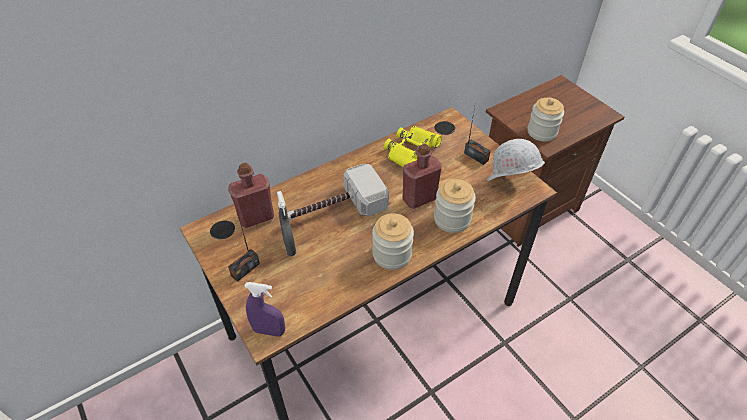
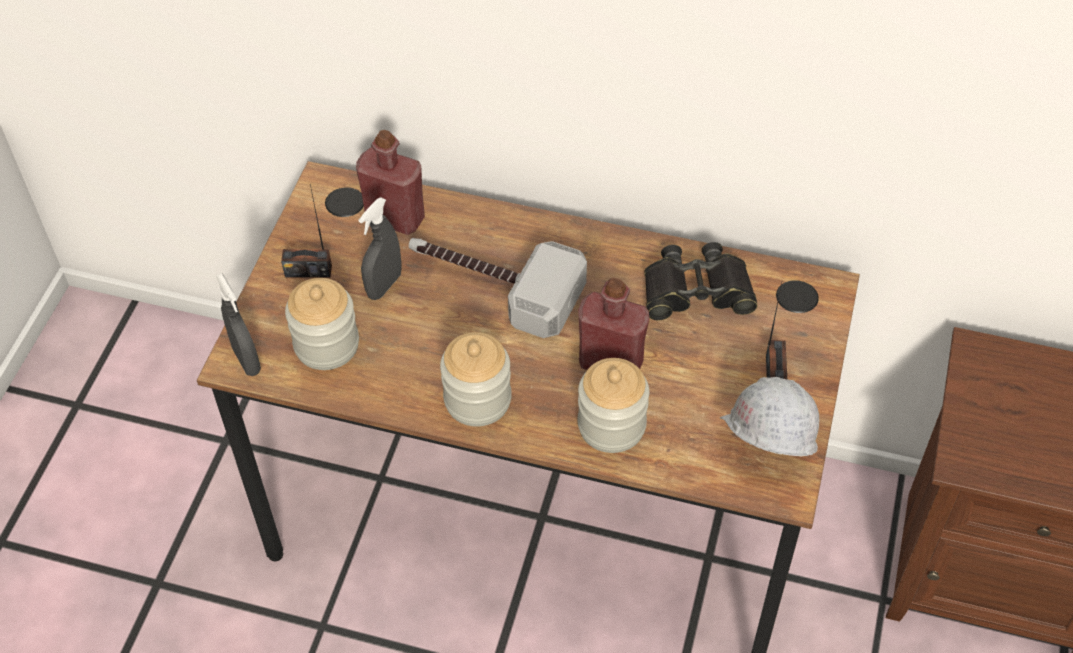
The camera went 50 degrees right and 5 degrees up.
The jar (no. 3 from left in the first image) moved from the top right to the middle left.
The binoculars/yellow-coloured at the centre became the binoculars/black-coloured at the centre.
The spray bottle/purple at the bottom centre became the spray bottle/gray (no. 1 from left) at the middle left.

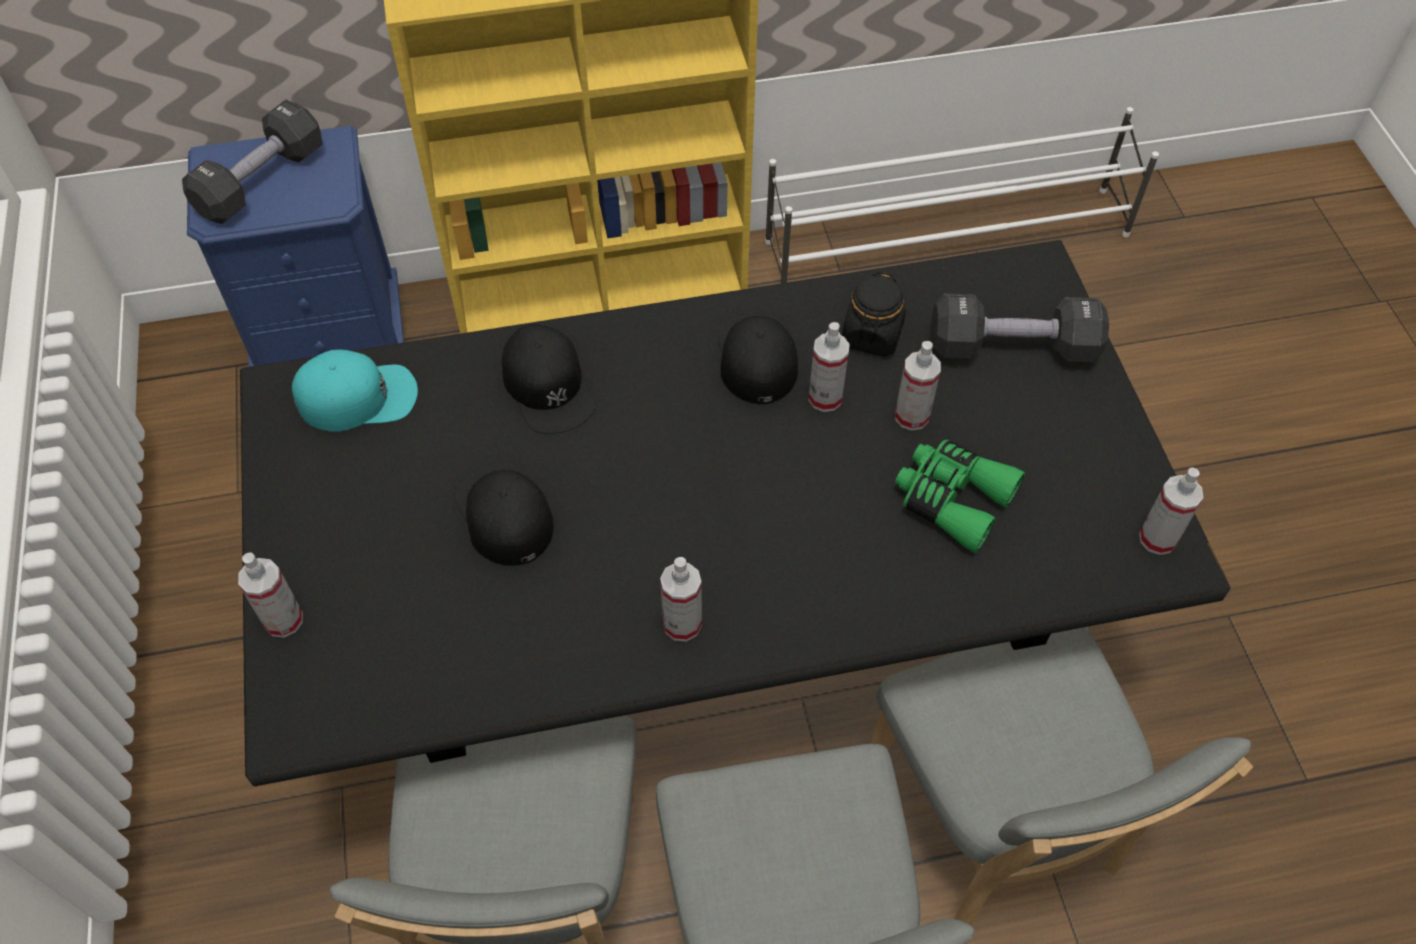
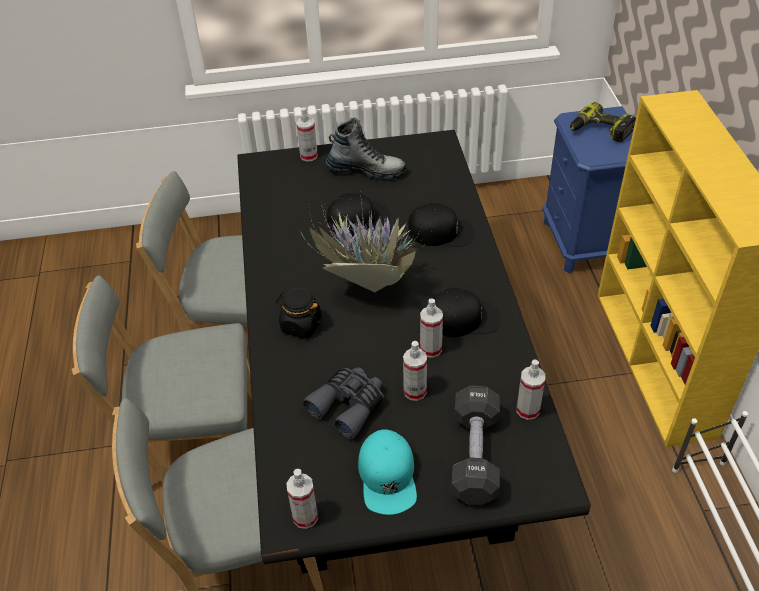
The camera went 95 degrees right and 10 degrees down.
The hand weight/black-coloured (no. 1 from left) at the top left was replaced by the electric drill at the top right.
The jar/black-coloured moved from the top centre to the centre.
The cap/black-coloured (no. 2 from left) at the centre turned 150 degrees counterclockwise.
The cap/turquoise-coloured moved from the middle left to the bottom centre.
The binoculars/green at the middle right became the binoculars/gray at the bottom centre.
The spray bottle (no. 2 from left in the first image) moved from the centre to the middle right.
The tall boot at the top centre appeared.
The potted plant at the centre appeared.

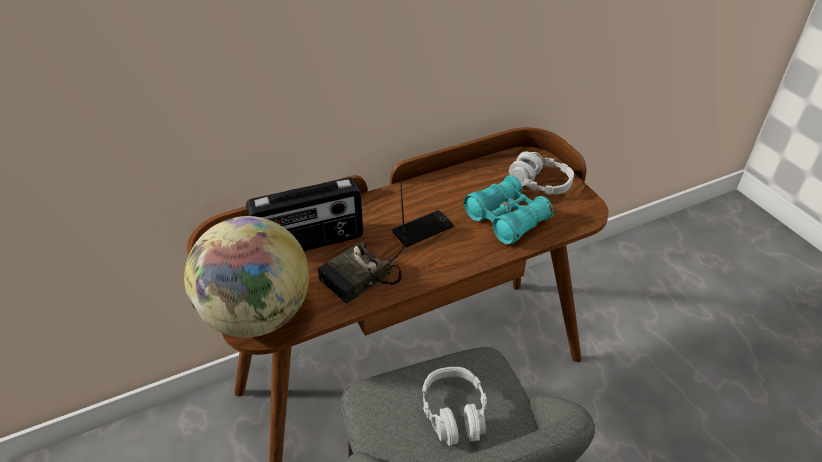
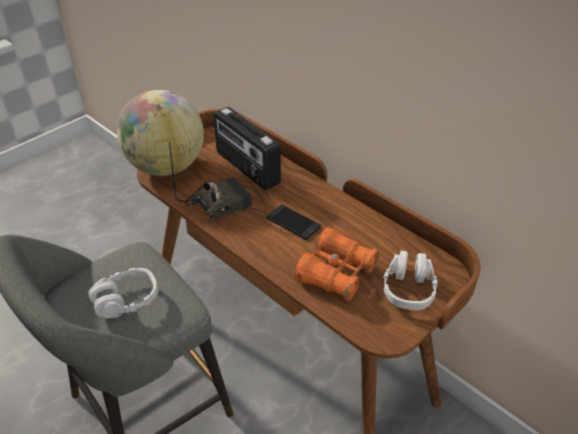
The camera went 70 degrees right and 0 degrees up.
The binoculars/turquoise-coloured at the centre became the binoculars/orangey at the centre.
The radio (no. 2 from left in the first image) at the centre turned 120 degrees clockwise.

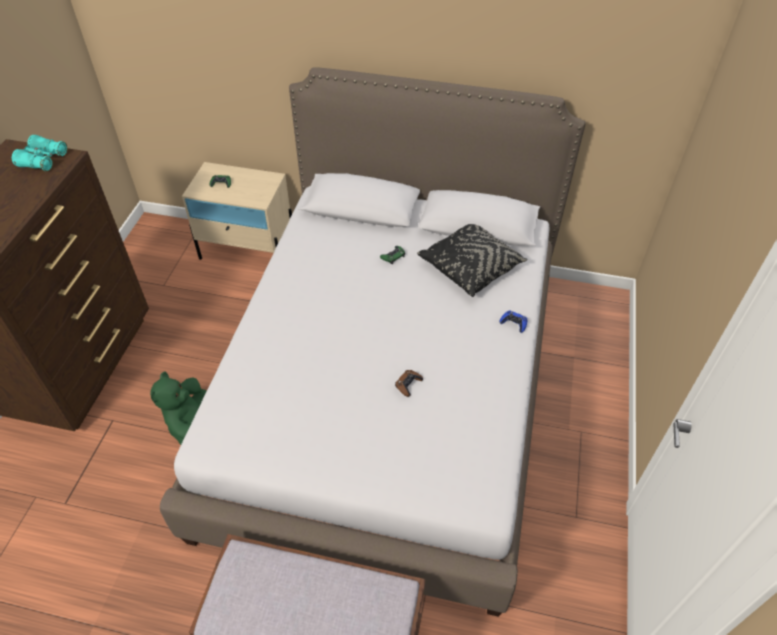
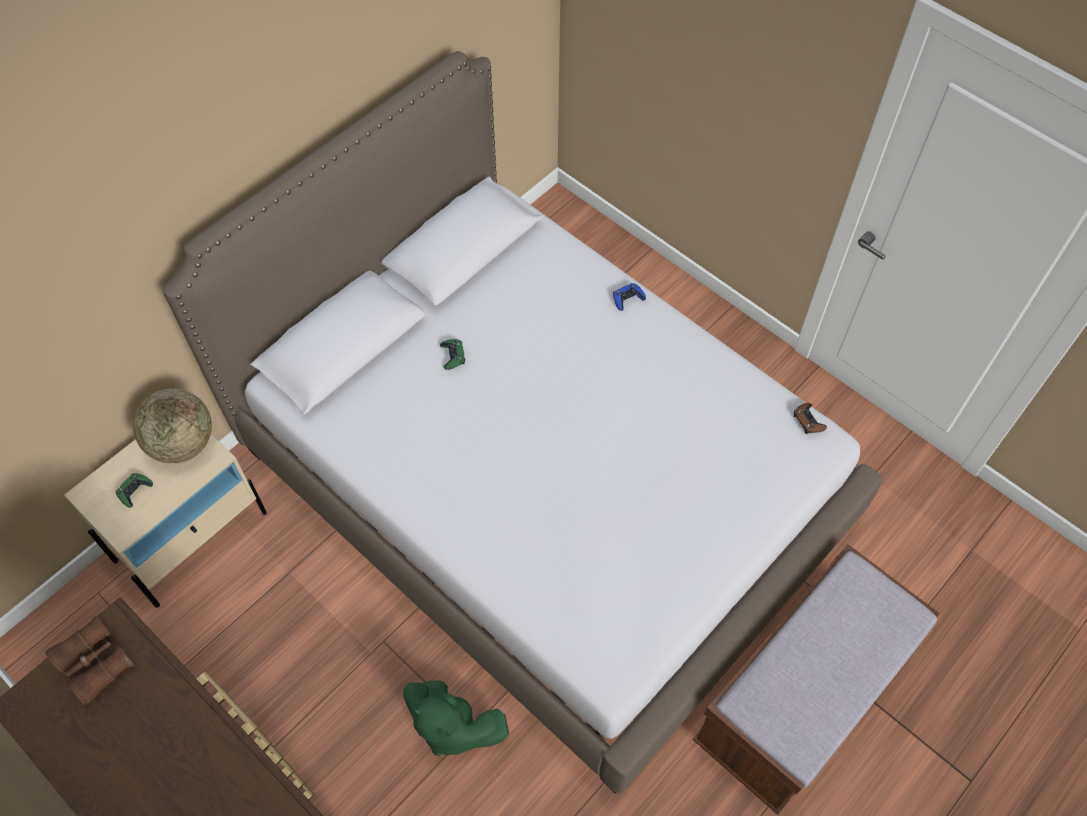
The camera went 60 degrees left and 10 degrees up.
The binoculars/turquoise-coloured at the top left became the binoculars/brown-coloured at the bottom left.
The pillow/black-coloured at the centre disappeared.
The game controller/brown-coloured moved from the centre to the middle right.
The desk globe at the middle left appeared.

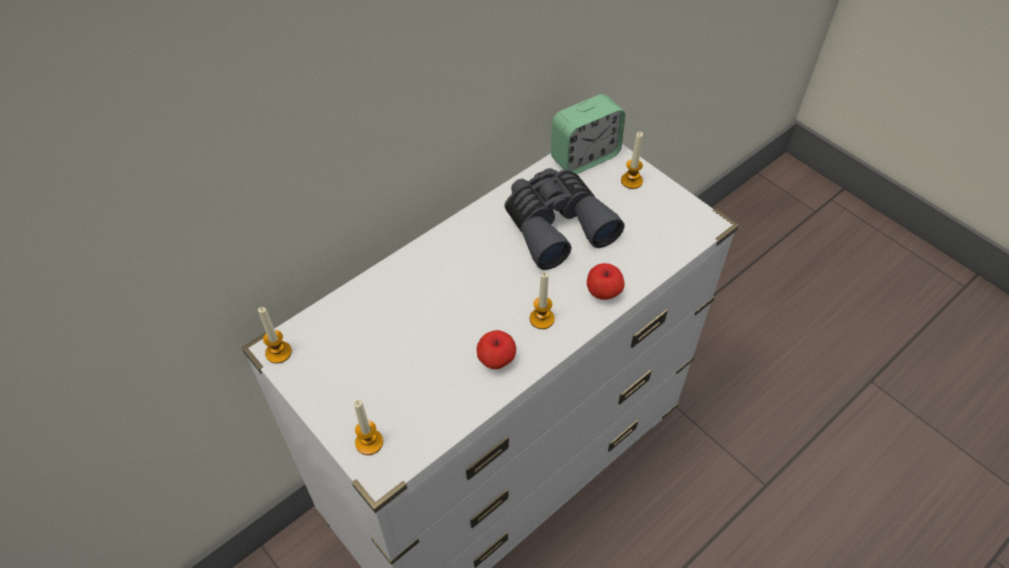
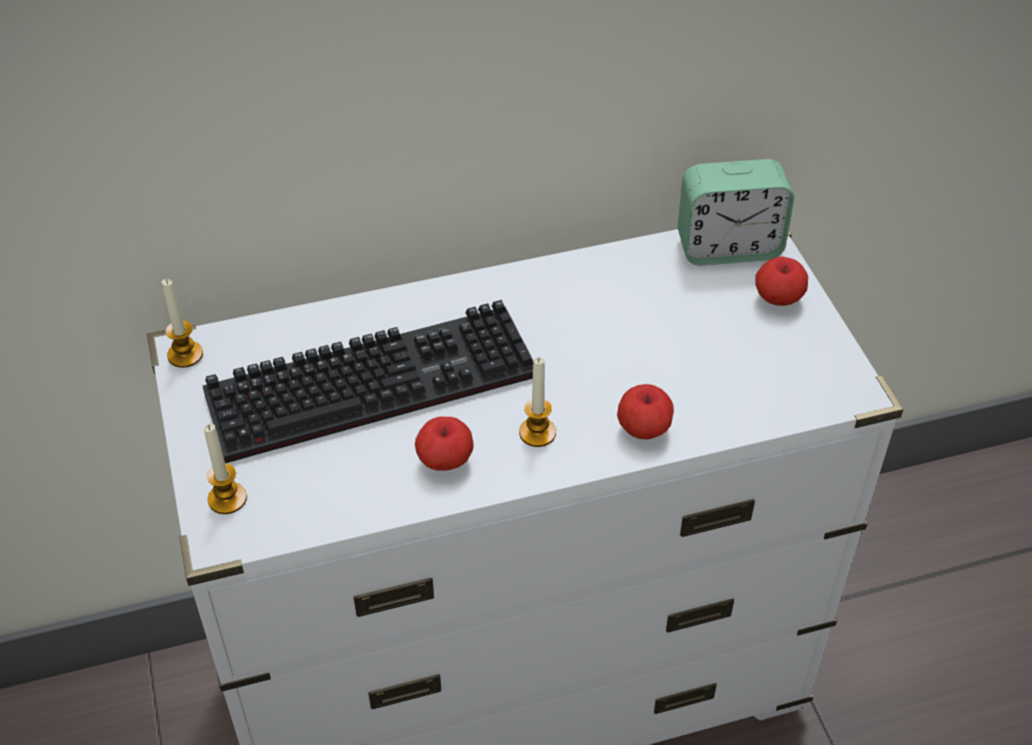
The camera went 25 degrees right and 5 degrees down.
The wax candle (no. 4 from left) at the top centre was replaced by the whole apple (no. 3 from left) at the middle right.
The binoculars/gray at the centre disappeared.
The PC keyboard at the centre appeared.

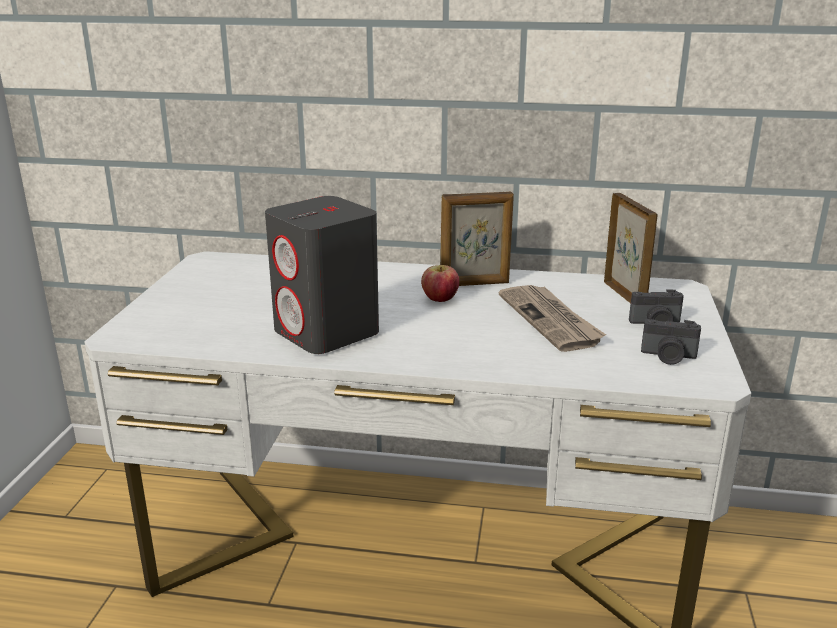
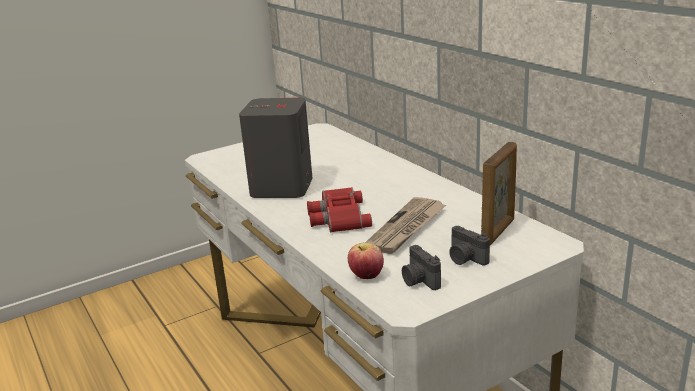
The camera went 50 degrees right and 0 degrees up.
The picture frame (no. 1 from left) at the centre disappeared.
The whole apple moved from the centre to the bottom centre.
The binoculars/red-coloured at the centre appeared.

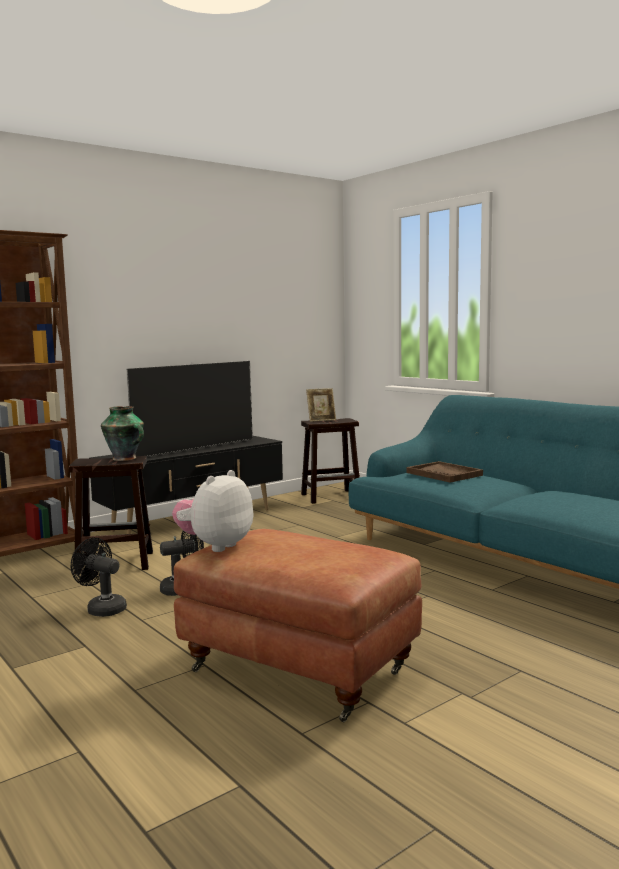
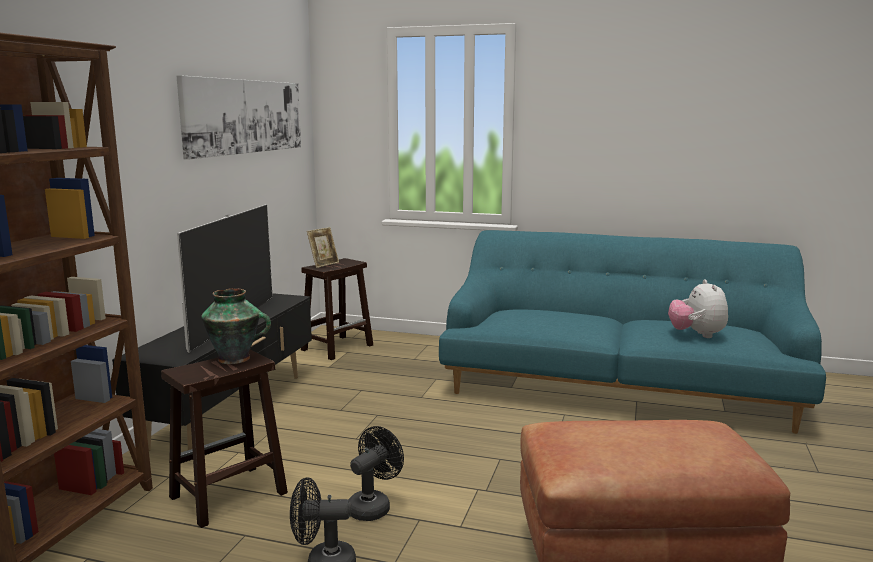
The camera went 35 degrees left and 5 degrees up.
The carrying tray/brown-coloured at the middle right disappeared.
The soft toy moved from the centre to the middle right.
The picture at the top left appeared.

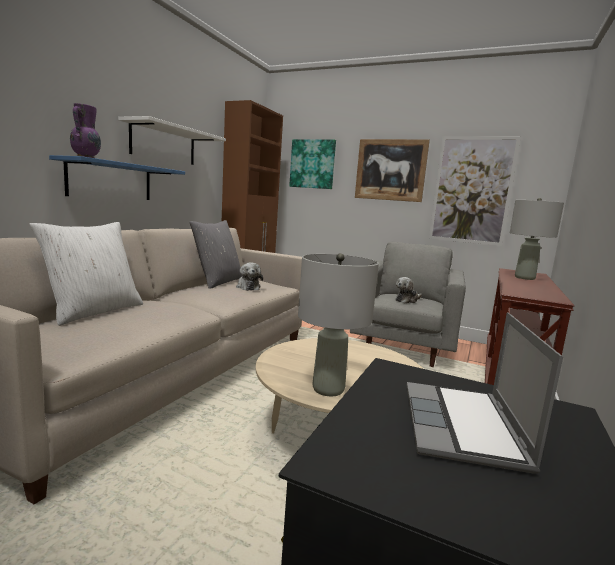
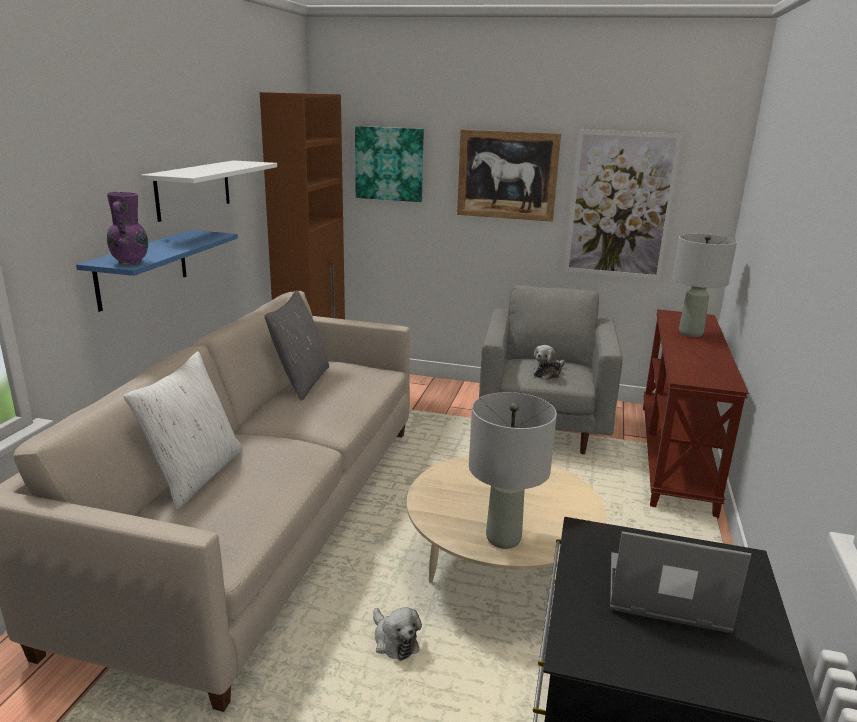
The camera went 10 degrees left and 10 degrees up.
The soft toy (no. 1 from left) moved from the centre to the bottom centre.
The portable computer at the bottom right turned 105 degrees clockwise.

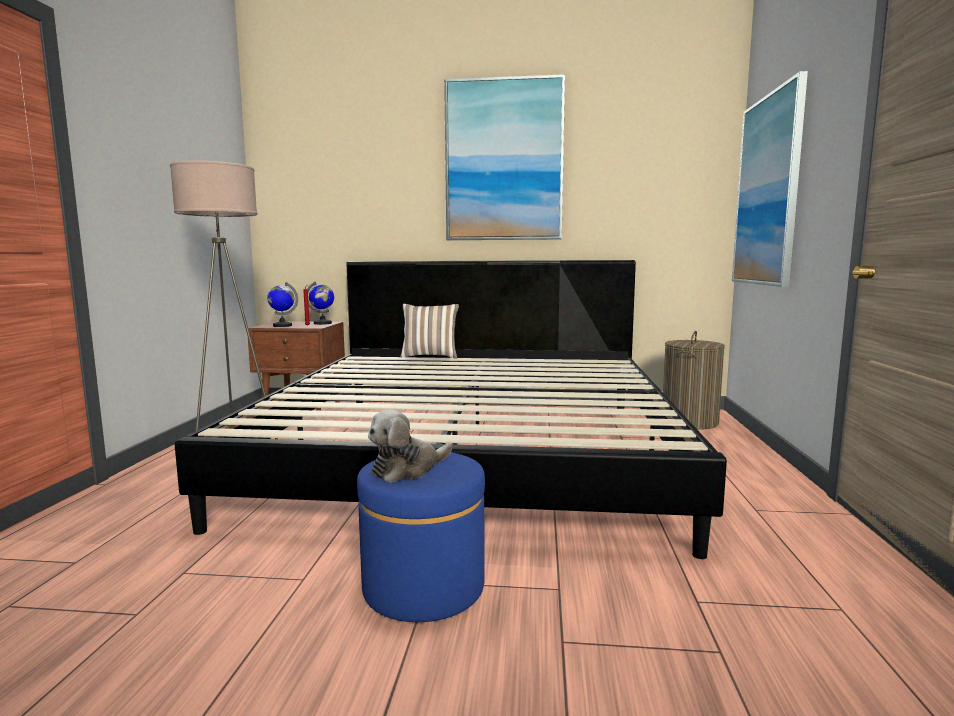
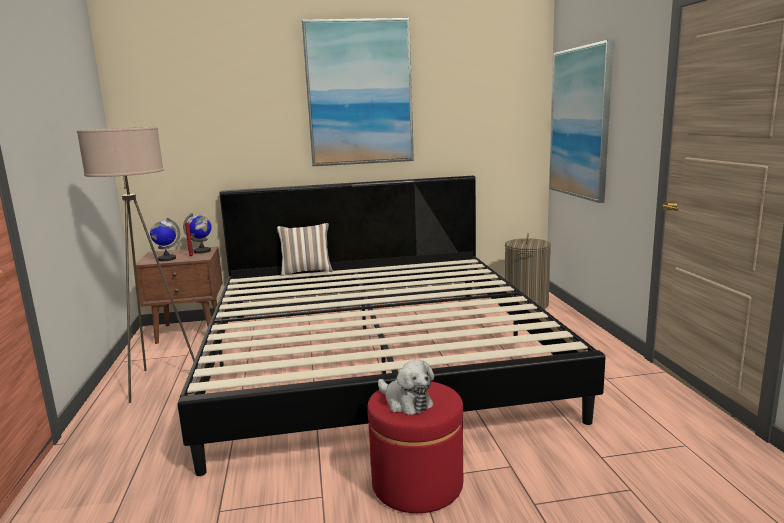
The camera went 15 degrees left and 5 degrees up.
The soft toy at the centre turned 75 degrees counterclockwise.
The ottoman/blue-coloured at the bottom centre became the ottoman/red-coloured at the bottom centre.

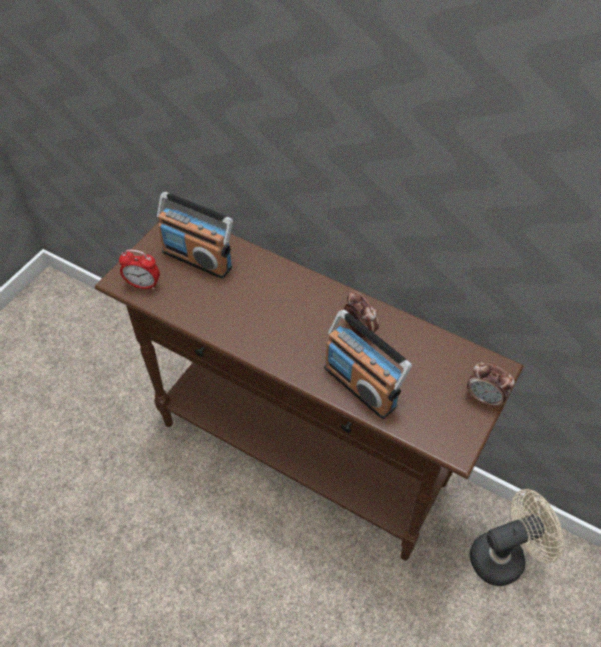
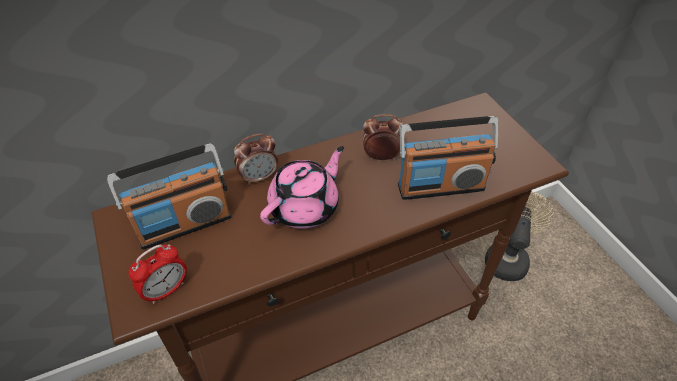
The camera went 55 degrees left and 5 degrees down.
The alarm clock (no. 3 from left in the first image) moved from the middle right to the centre.
The pot for tea/pink-coloured at the centre appeared.

